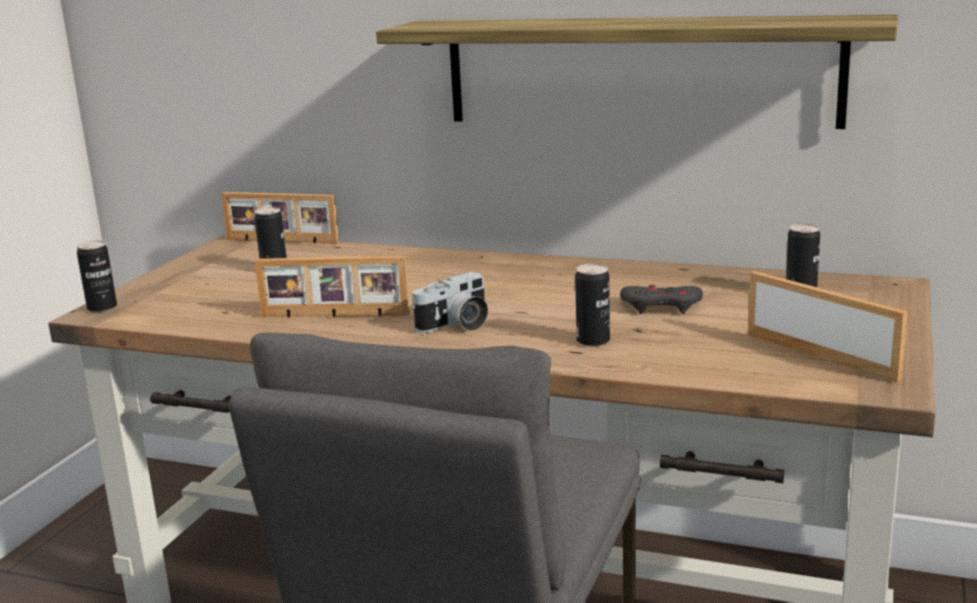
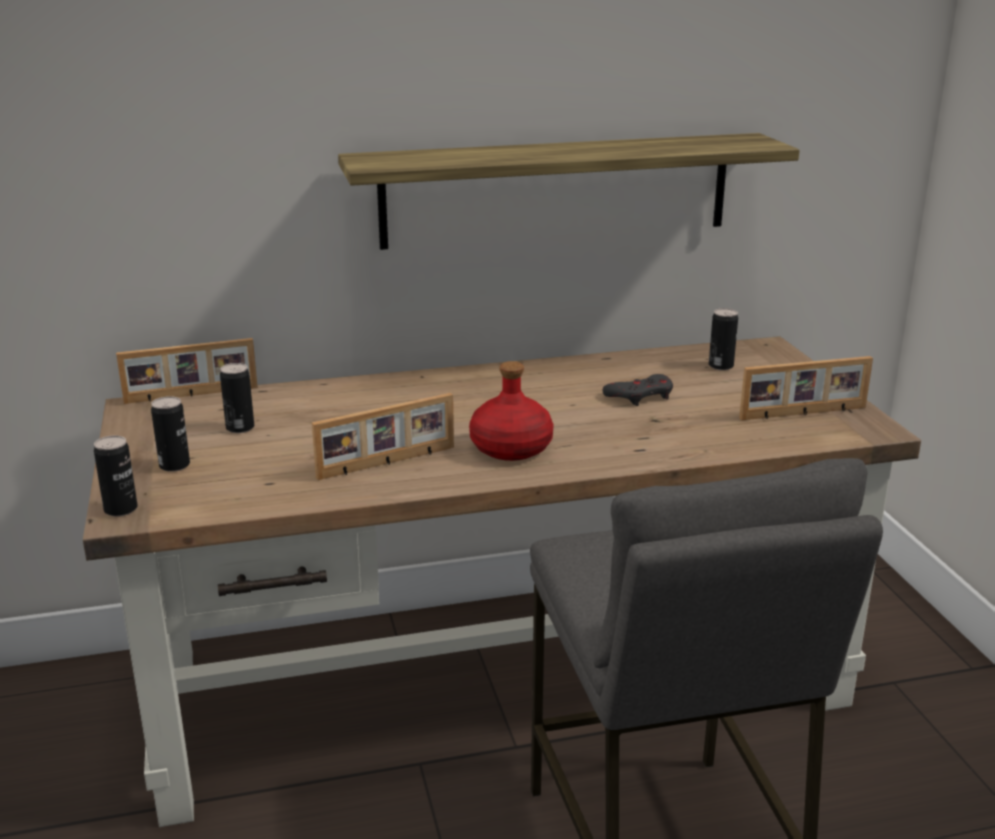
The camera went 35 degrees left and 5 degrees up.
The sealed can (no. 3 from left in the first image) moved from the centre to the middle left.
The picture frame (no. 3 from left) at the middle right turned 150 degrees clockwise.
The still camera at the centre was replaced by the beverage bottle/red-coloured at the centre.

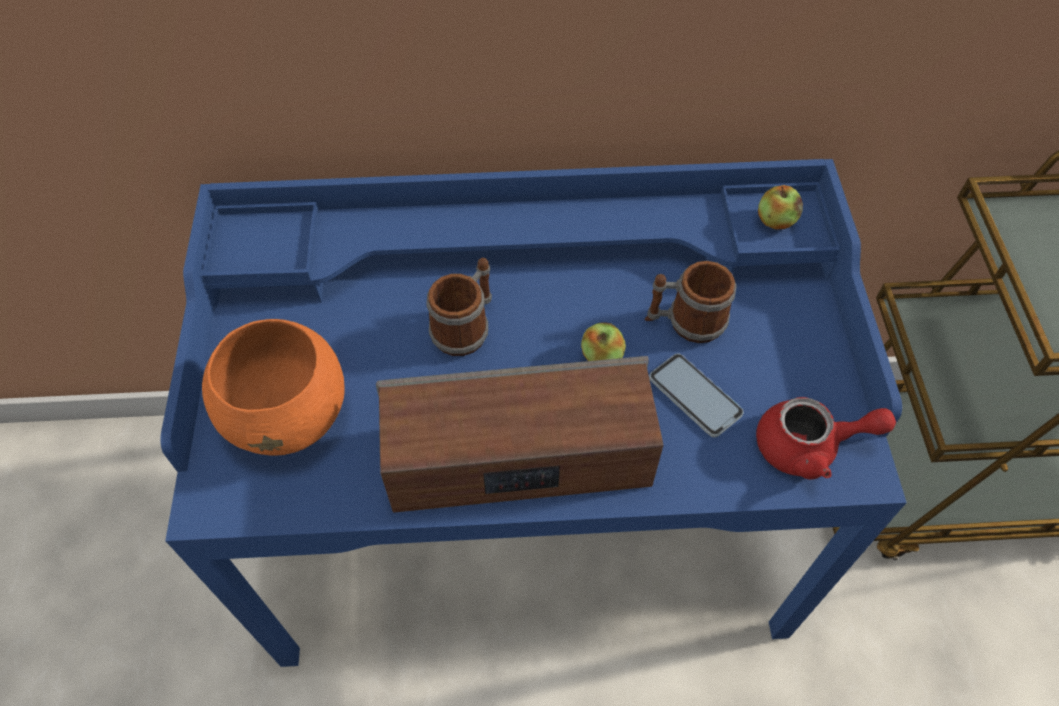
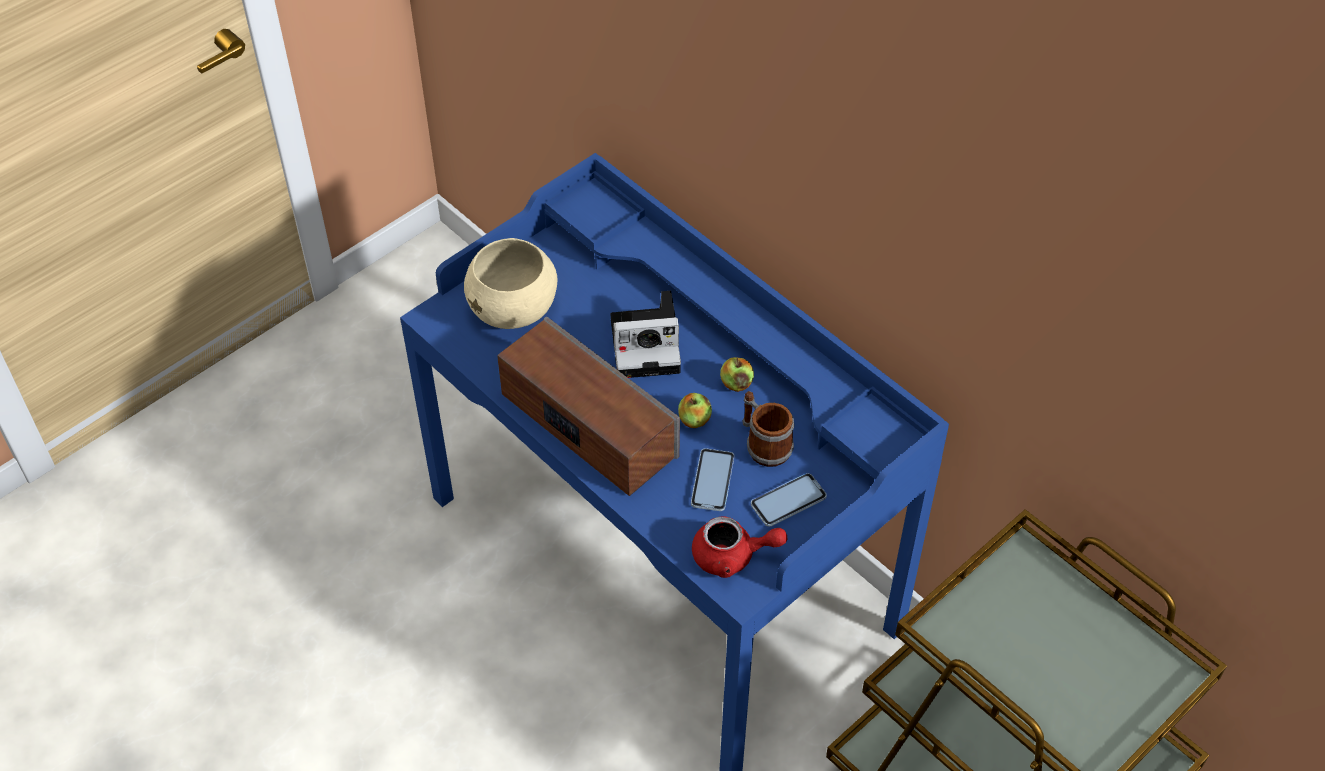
The camera went 50 degrees right and 5 degrees down.
The whole apple (no. 2 from left) moved from the top right to the centre.
The mug (no. 1 from left) at the centre was replaced by the still camera at the centre.
The bowl/orangey at the middle left became the bowl/sand-coloured at the centre.
The pot for tea/red-coloured at the middle right turned 45 degrees counterclockwise.
The handset (no. 2 from left) at the centre appeared.

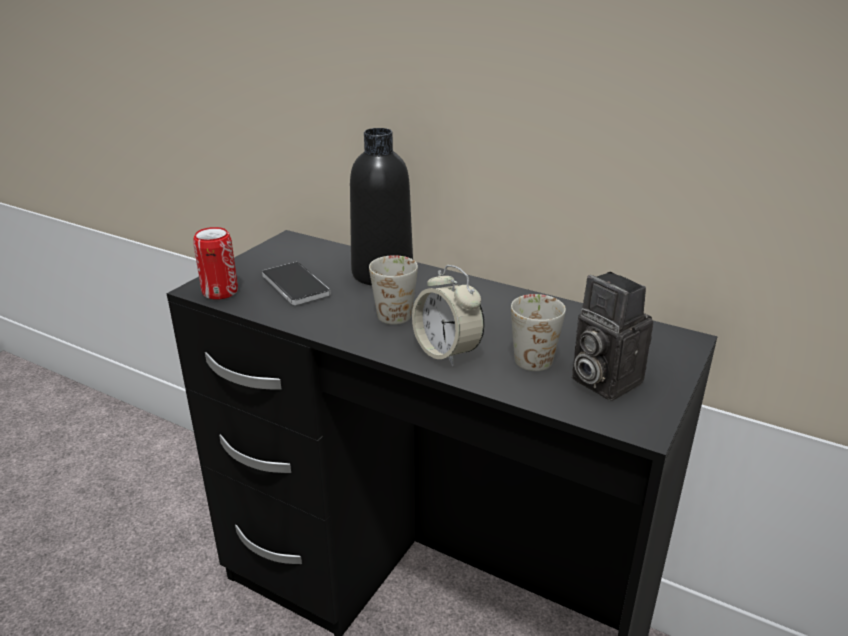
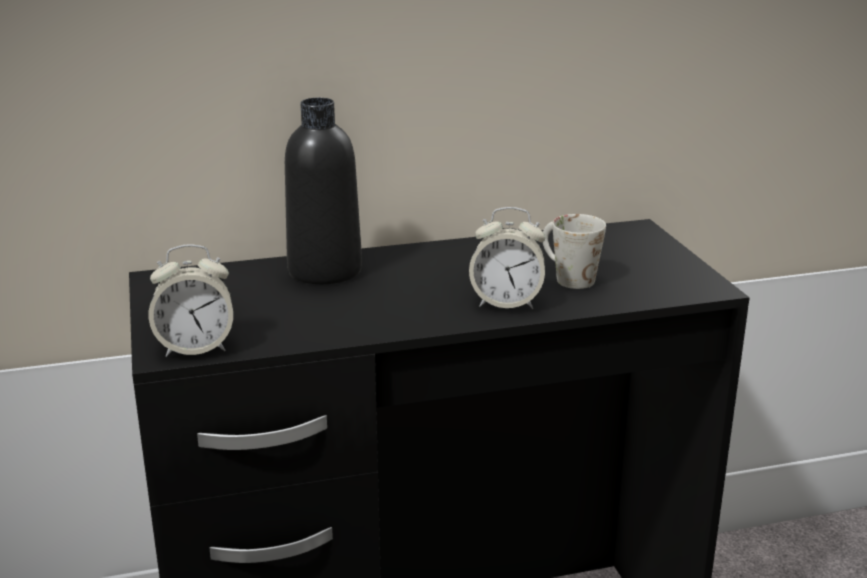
The camera went 45 degrees left and 5 degrees down.
The sealed can at the middle left was replaced by the alarm clock (no. 1 from left) at the middle left.
The mug/whitish (no. 1 from left) at the centre disappeared.
The handset at the centre disappeared.
The still camera at the middle right disappeared.

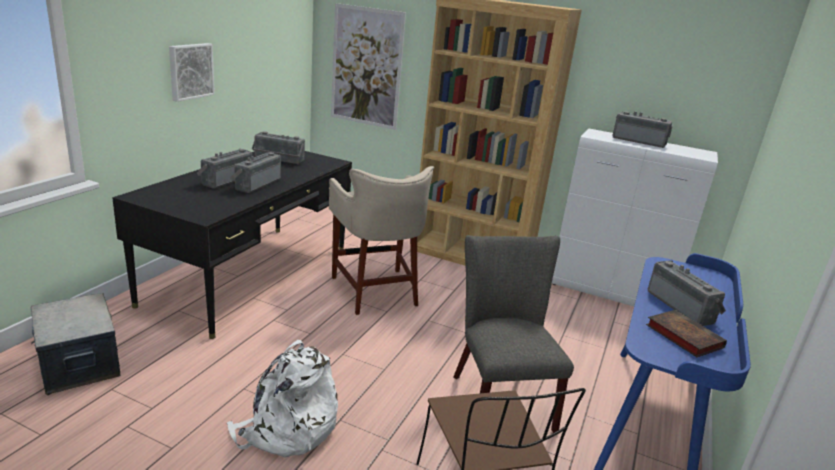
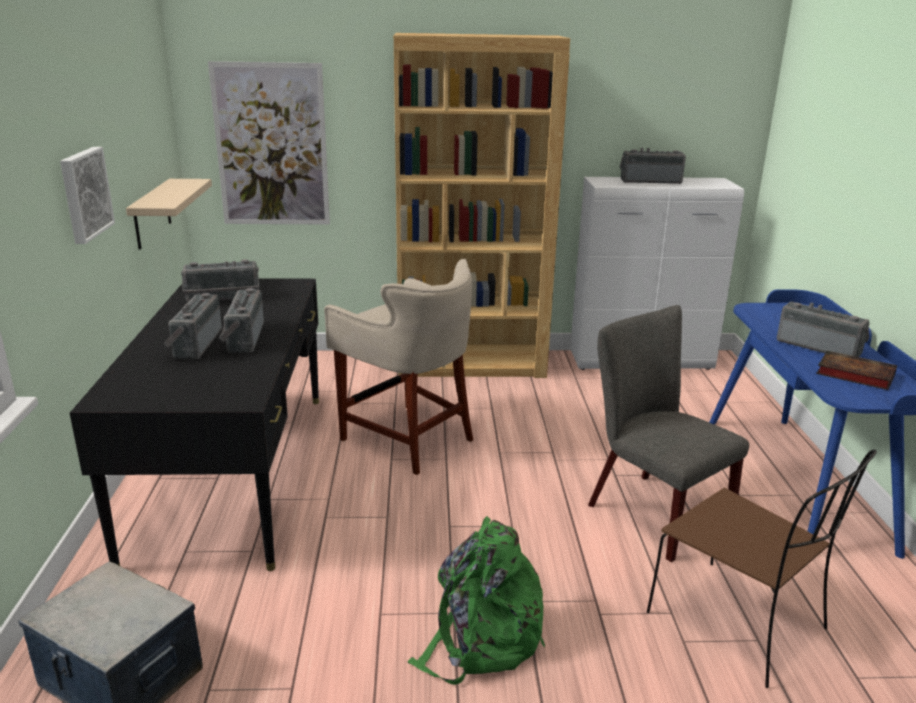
The camera went 25 degrees left and 0 degrees up.
The rucksack/whitish at the bottom centre became the rucksack/green at the bottom centre.
The wall shelf/sand-coloured at the top left appeared.

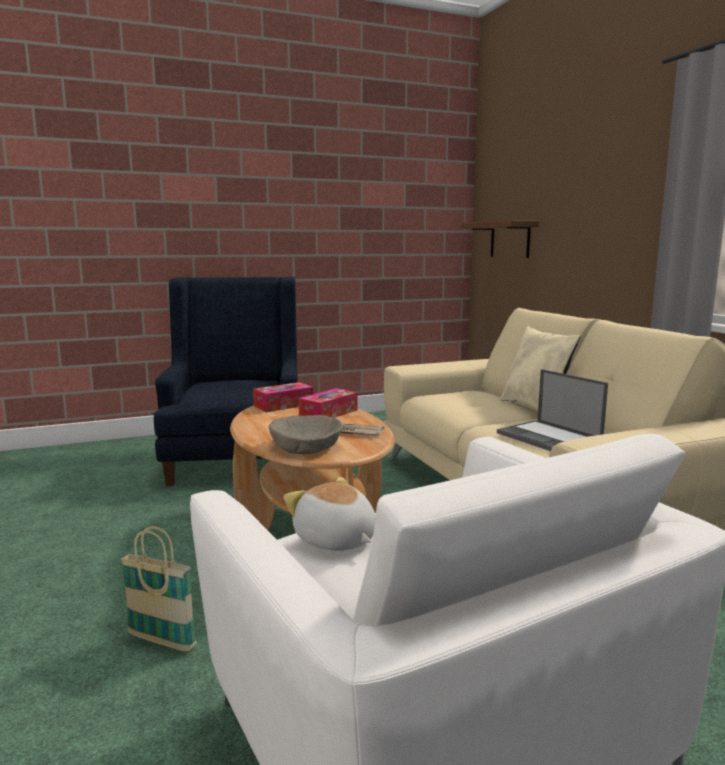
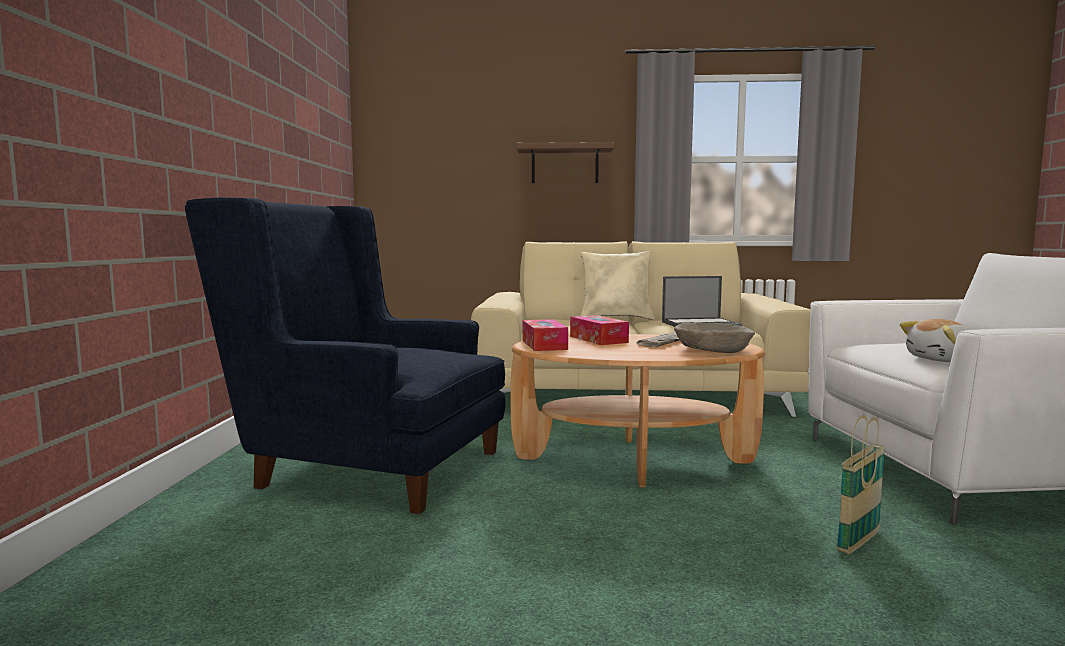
The camera went 65 degrees left and 5 degrees down.
The wall shelf/brown-coloured moved from the top right to the top centre.

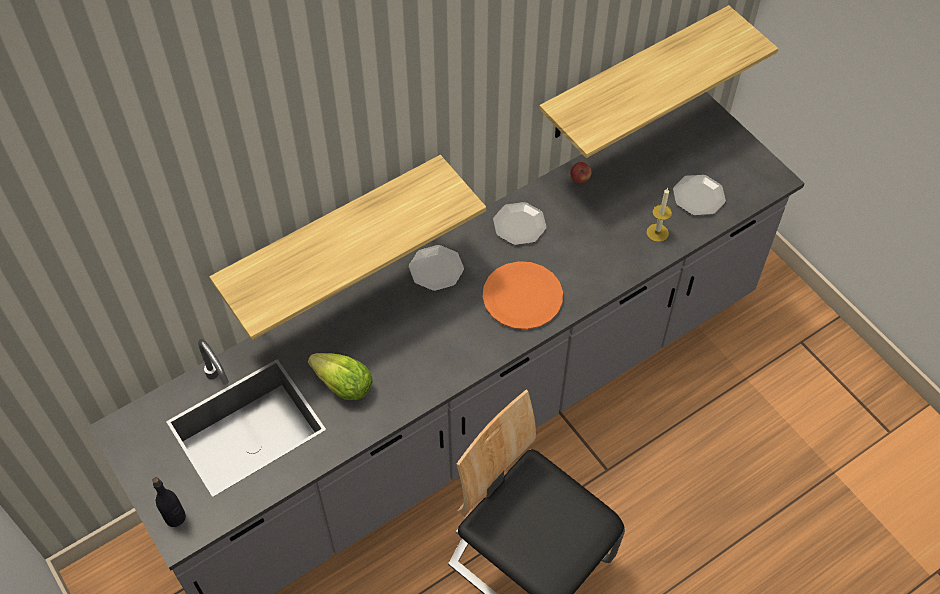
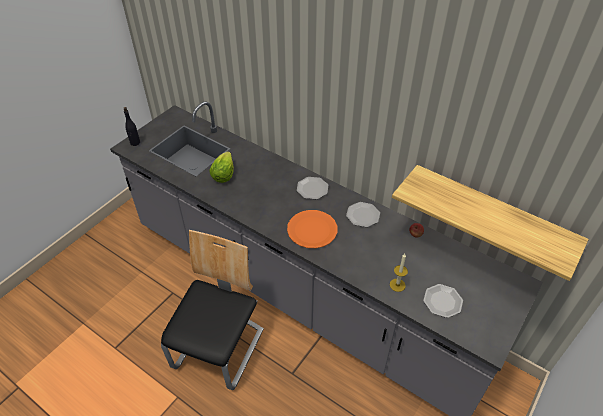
The camera went 70 degrees right and 10 degrees down.
The wall shelf (no. 1 from left) at the centre disappeared.

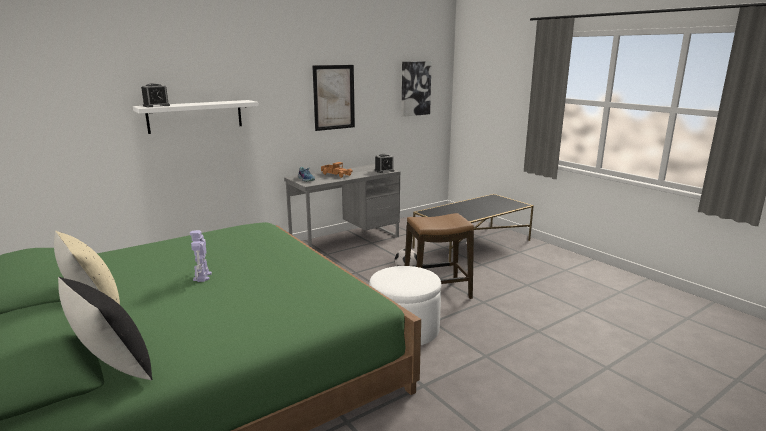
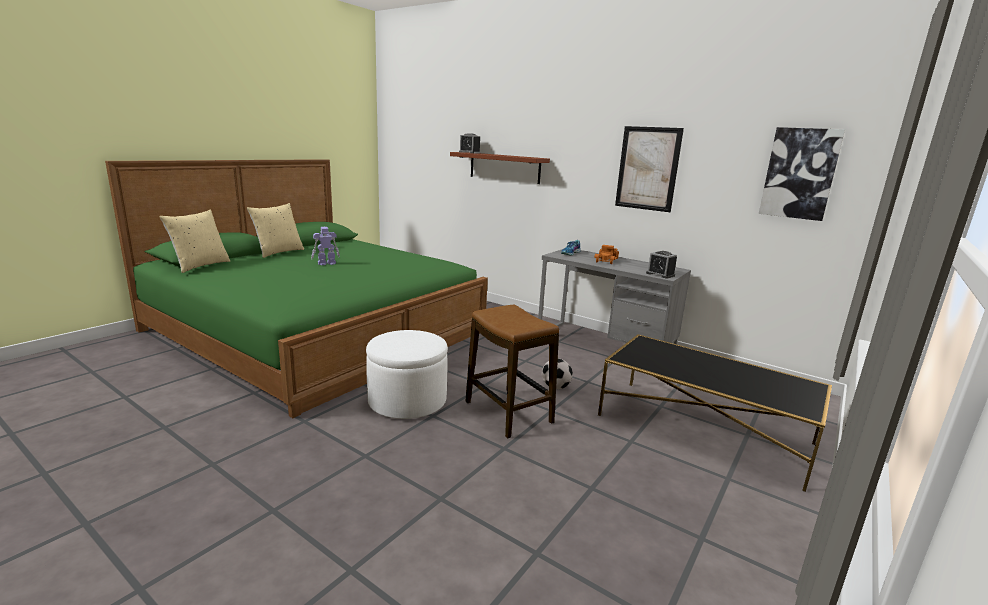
The camera went 70 degrees right and 0 degrees up.
The wall shelf/whitish at the top left became the wall shelf/brown-coloured at the top centre.
The pillow/black-coloured at the bottom left became the pillow/sand-coloured (no. 1 from left) at the middle left.

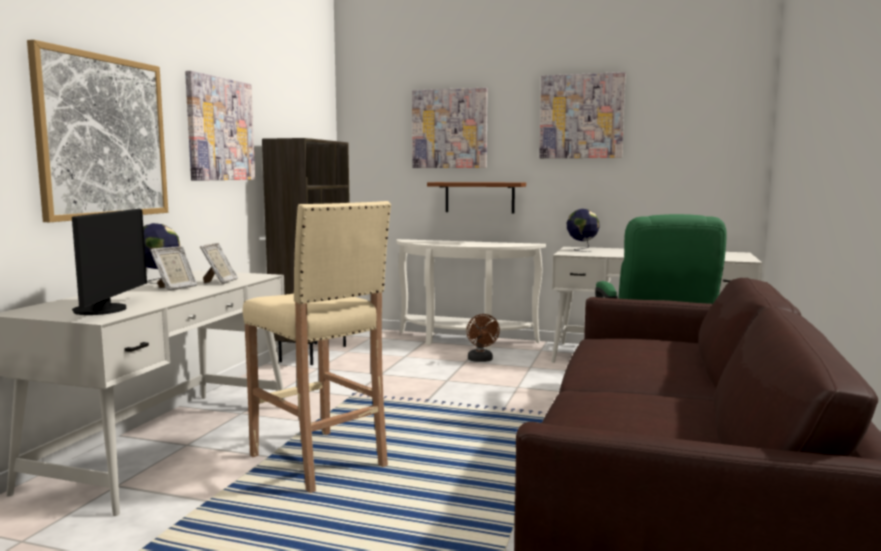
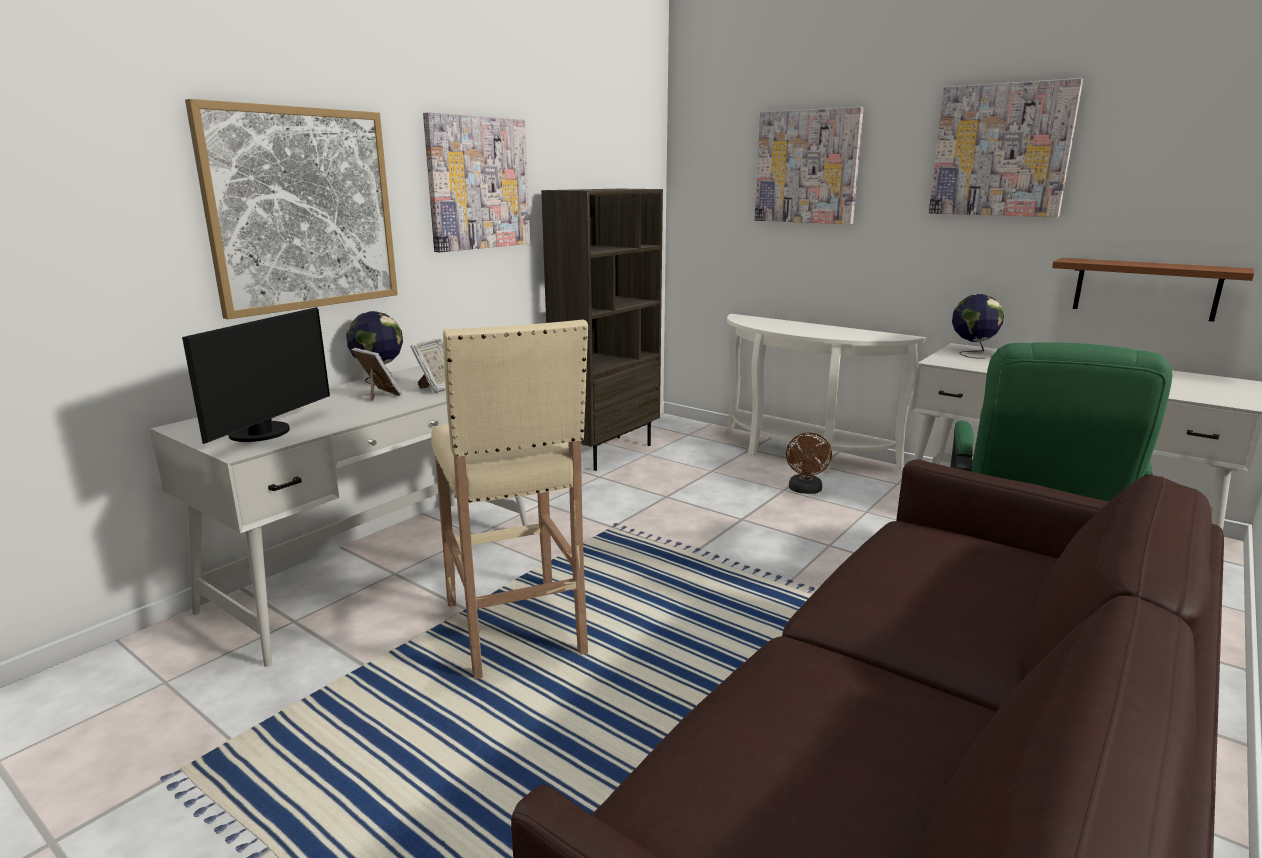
The camera went 20 degrees right and 10 degrees up.
The wall shelf/brown-coloured moved from the centre to the middle right.
The picture frame (no. 1 from left) at the middle left turned 105 degrees counterclockwise.

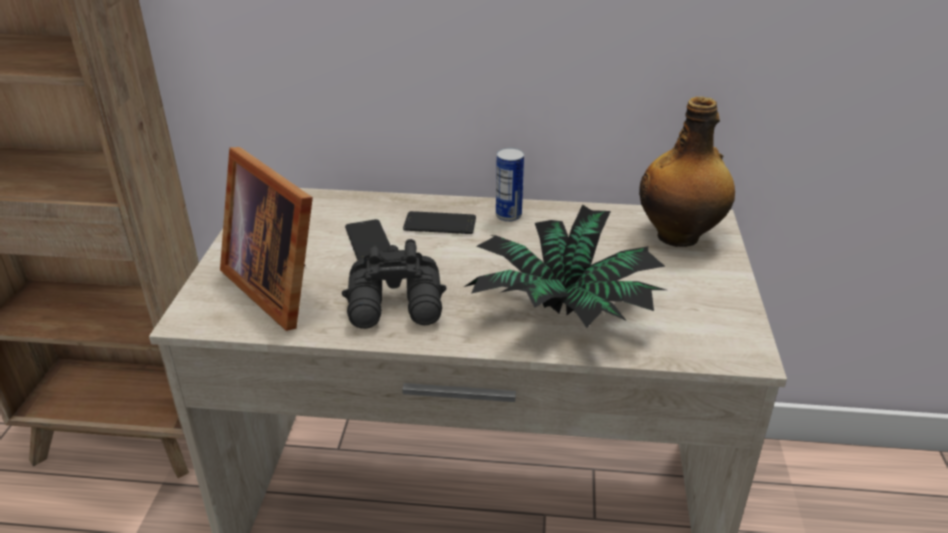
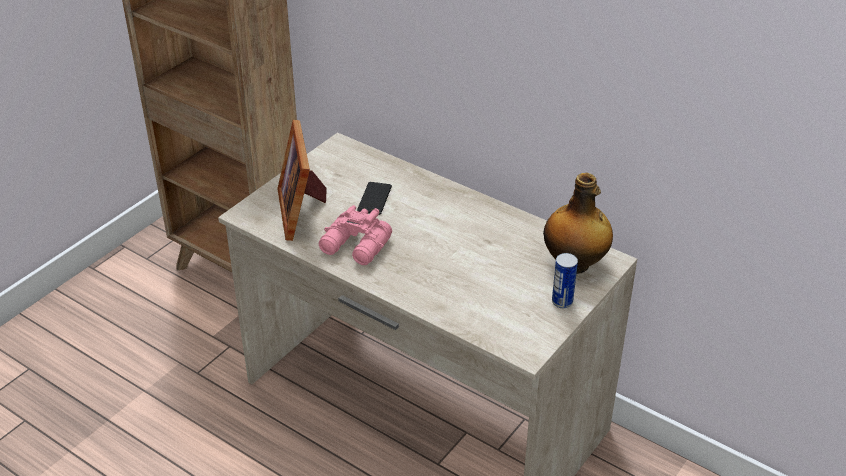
The camera went 30 degrees right and 5 degrees up.
The sealed can moved from the centre to the middle right.
The potted plant at the centre disappeared.
The handset (no. 2 from left) at the centre disappeared.
The binoculars/black-coloured at the centre became the binoculars/pink-coloured at the centre.

